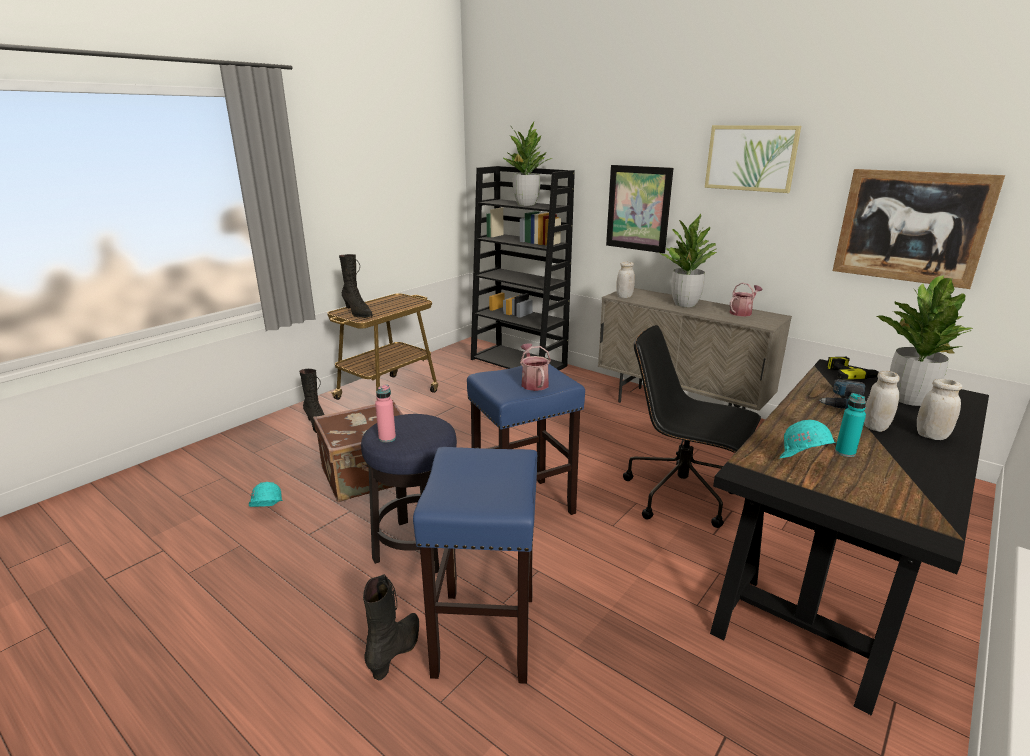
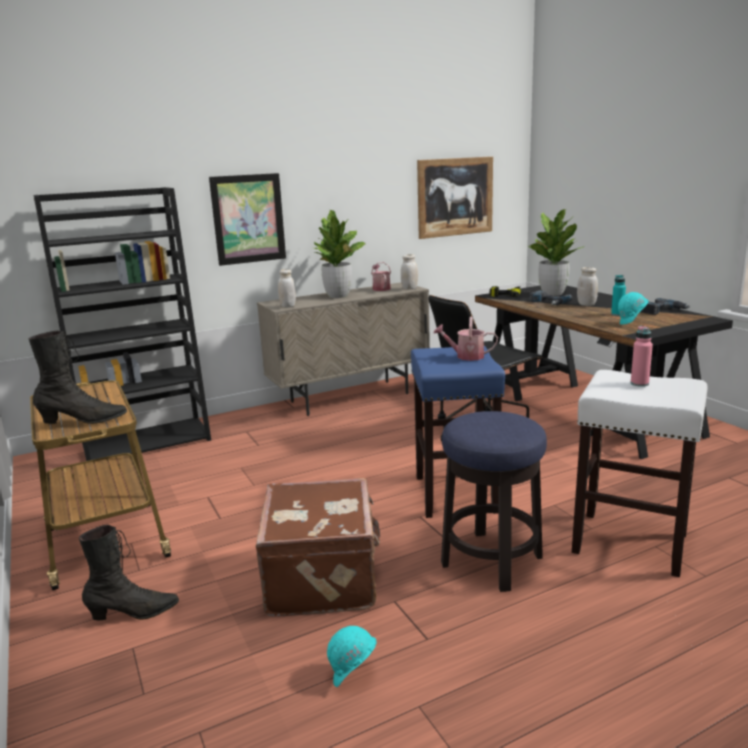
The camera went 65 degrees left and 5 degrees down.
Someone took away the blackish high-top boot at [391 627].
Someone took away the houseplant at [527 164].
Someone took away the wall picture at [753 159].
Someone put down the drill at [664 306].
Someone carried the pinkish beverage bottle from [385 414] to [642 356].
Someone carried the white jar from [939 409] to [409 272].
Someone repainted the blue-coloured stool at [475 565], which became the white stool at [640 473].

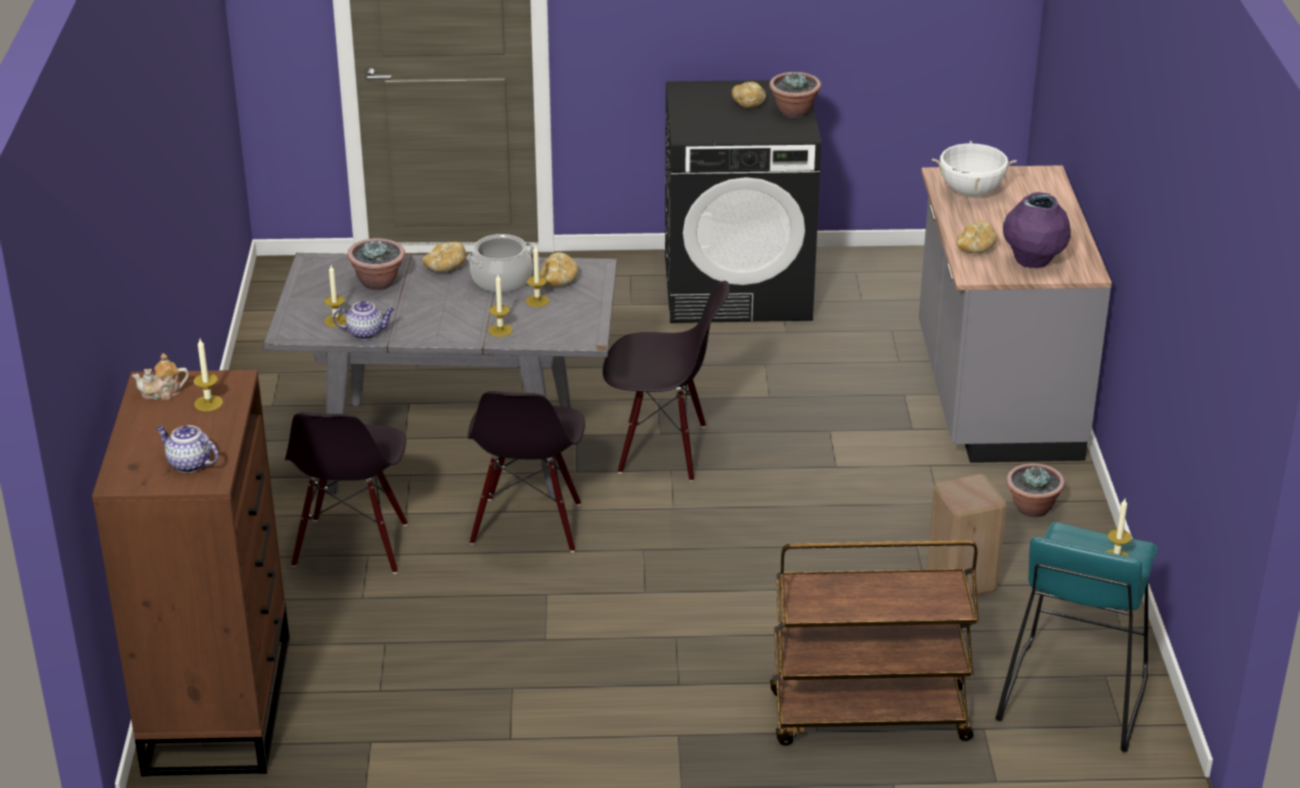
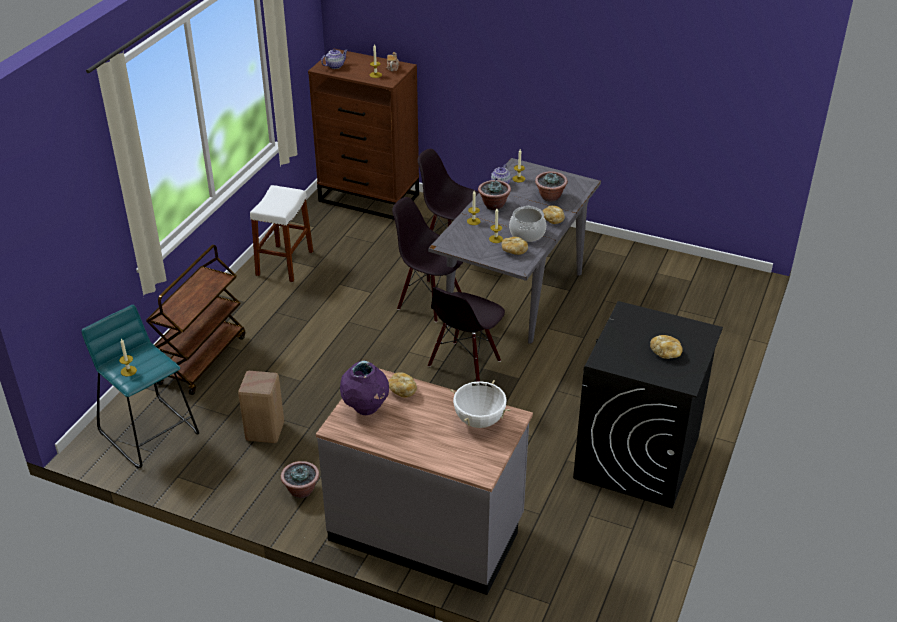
The camera went 115 degrees right and 5 degrees up.
Someone put down the white stool at [281 233].
Someone carried the houseplant from [795 95] to [494 195].

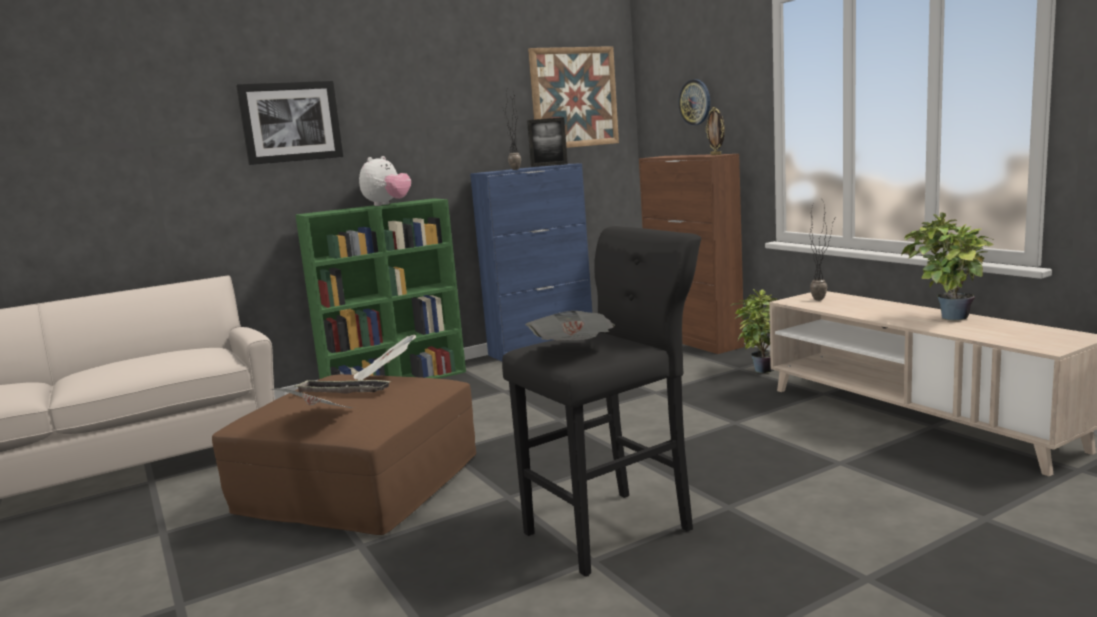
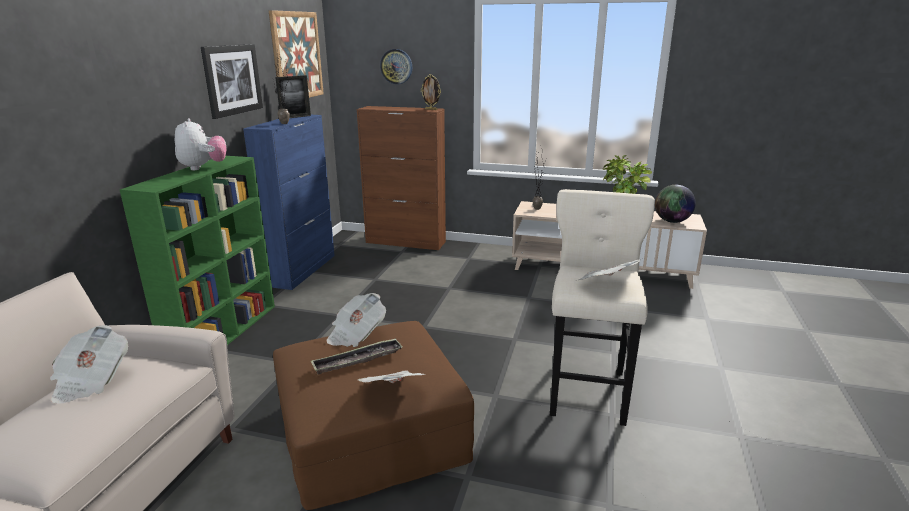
The camera went 45 degrees left and 10 degrees up.
Someone took away the houseplant at [754 331].
Someone put down the newspaper at [89 364].
Someone put down the globe at [675 204].
Someone carried the wall picture from [289 123] to [232 81].
Someone repainted the blackish stool at [601 401], which became the beige-coloured stool at [602 307].

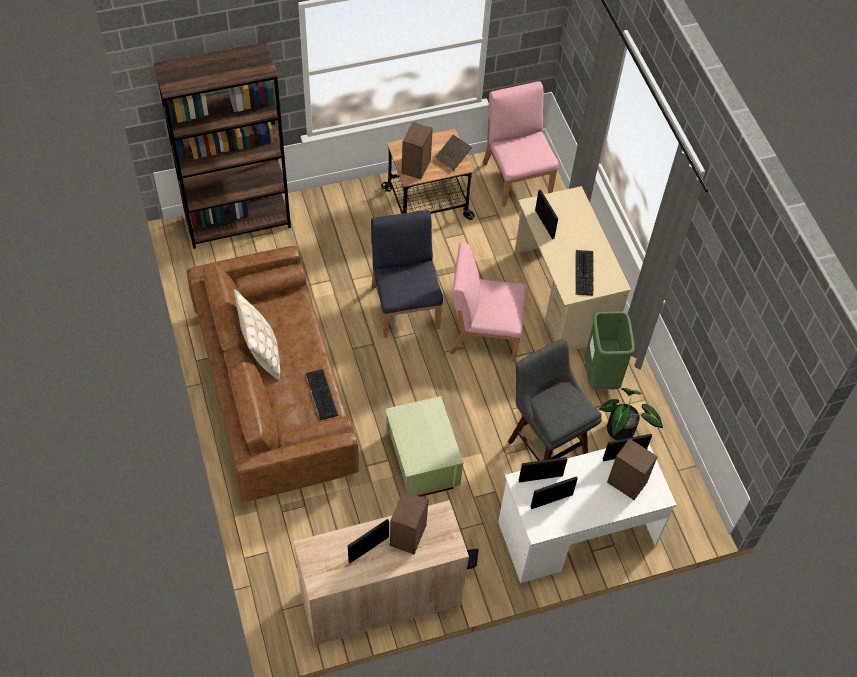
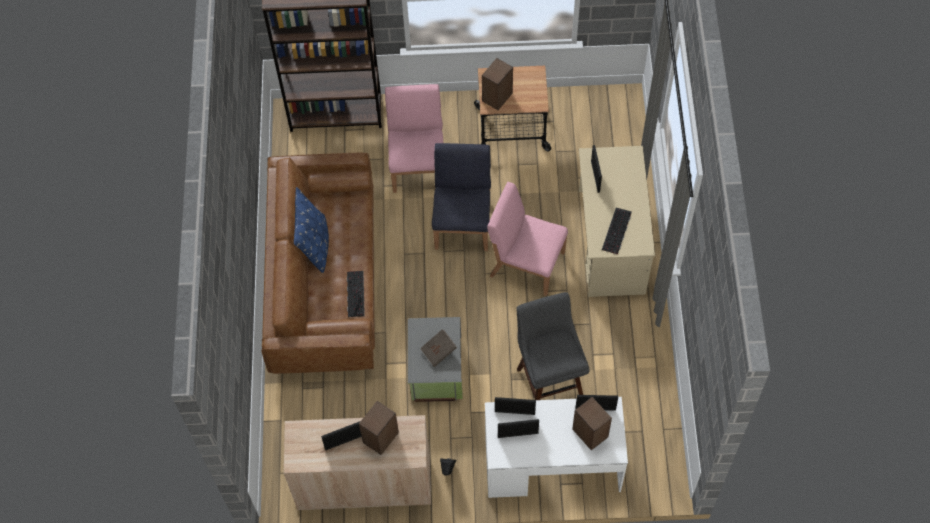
The camera went 20 degrees right and 5 degrees up.
Someone took away the green-coloured rubbish bin at [610 350].
Someone took away the houseplant at [631 414].
Someone carried the brownish book from [453 153] to [438 348].
Someone carried the pinkish upright chair from [520 144] to [414 138].
Someone repainted the beige-coloured cushion at [257 334], which became the blue-coloured cushion at [311 230].
Someone repainted the green-coloured storage container at [424 446], which became the greyish storage container at [435 359].

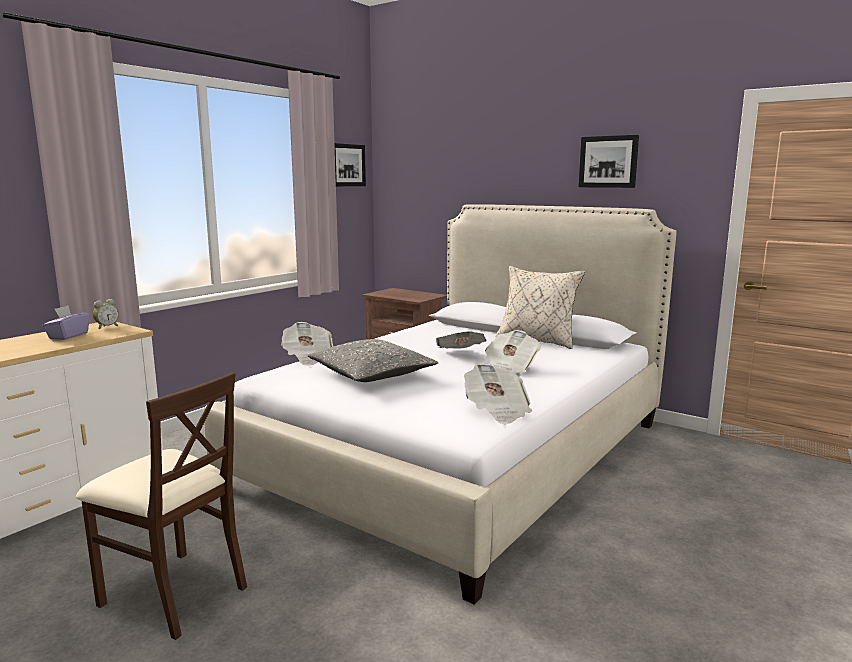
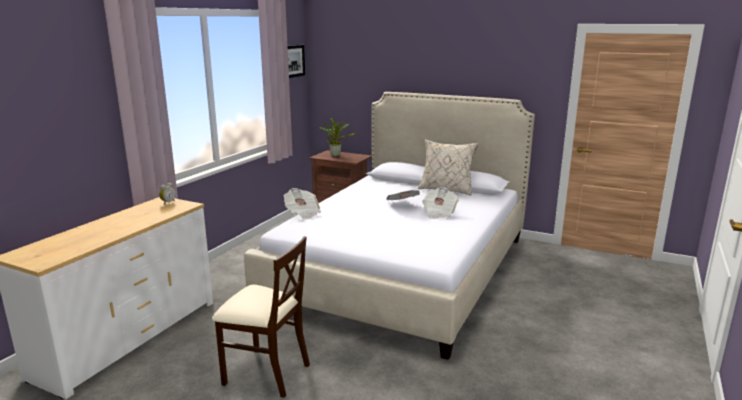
The camera went 10 degrees left and 5 degrees up.
Someone took away the purple-coloured tissue holder at [66 323].
Someone took away the greyish cushion at [373 360].
Someone took away the newspaper at [498 394].
Someone took away the wall picture at [608 161].
Someone put down the houseplant at [337 137].

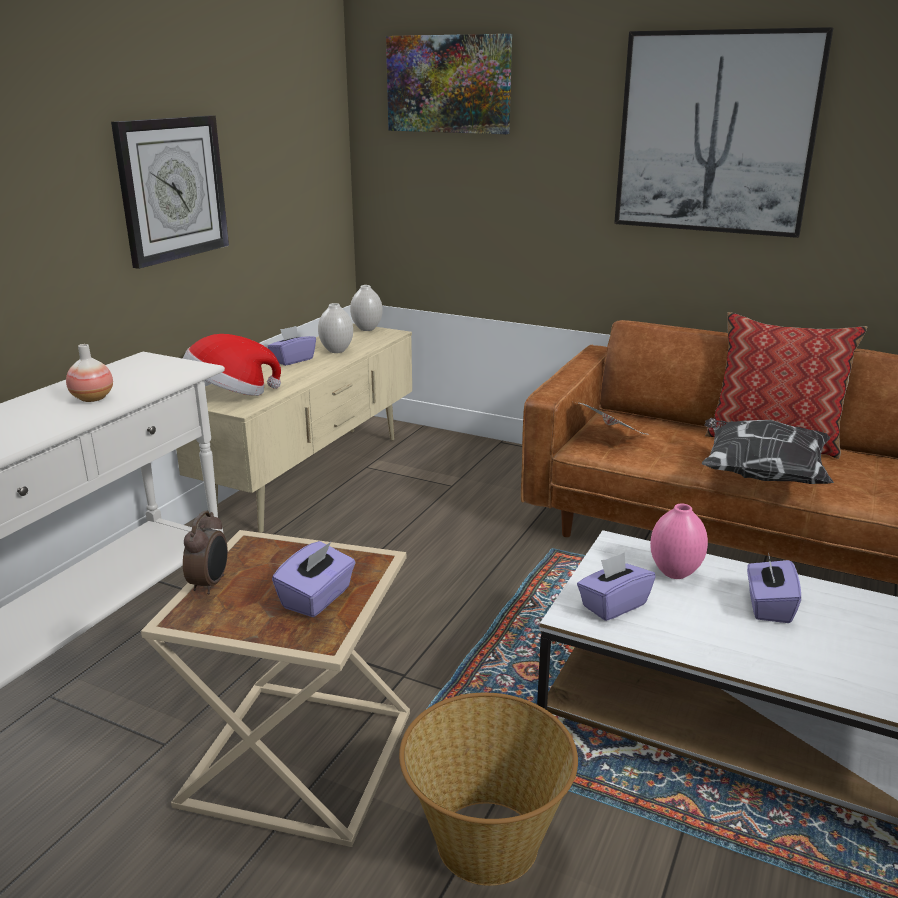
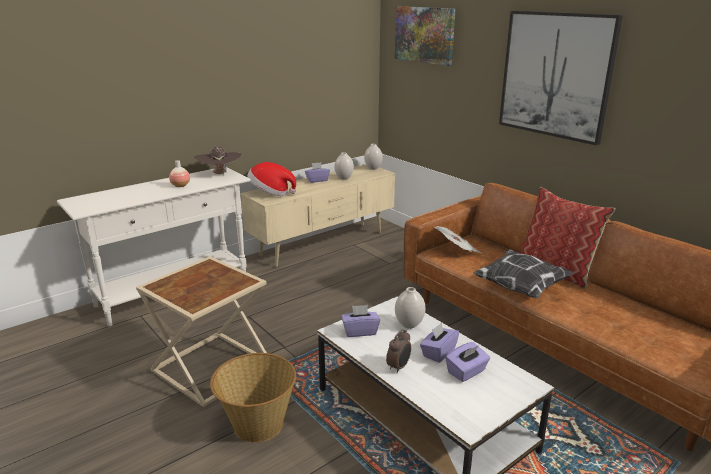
The camera went 25 degrees right and 0 degrees up.
Someone took away the wall clock at [170 192].
Someone put down the brownish clothing hat at [218 160].
Someone carried the alarm clock from [205 552] to [398 351].
Someone carried the purple-coloured tissue holder from [314 579] to [467 362].
Someone repainted the pinkish vase at [679 541], which became the white vase at [410 308].

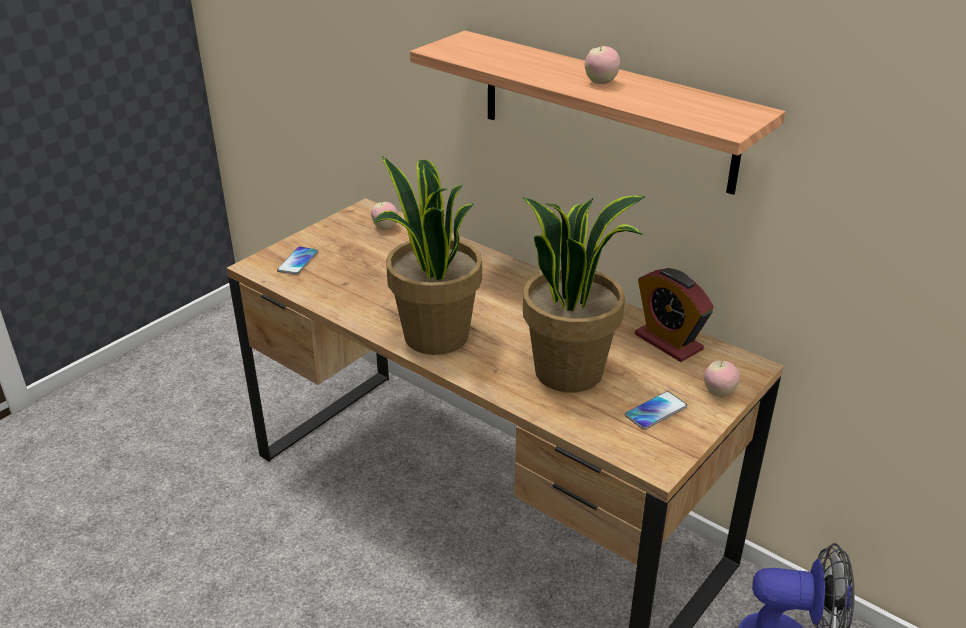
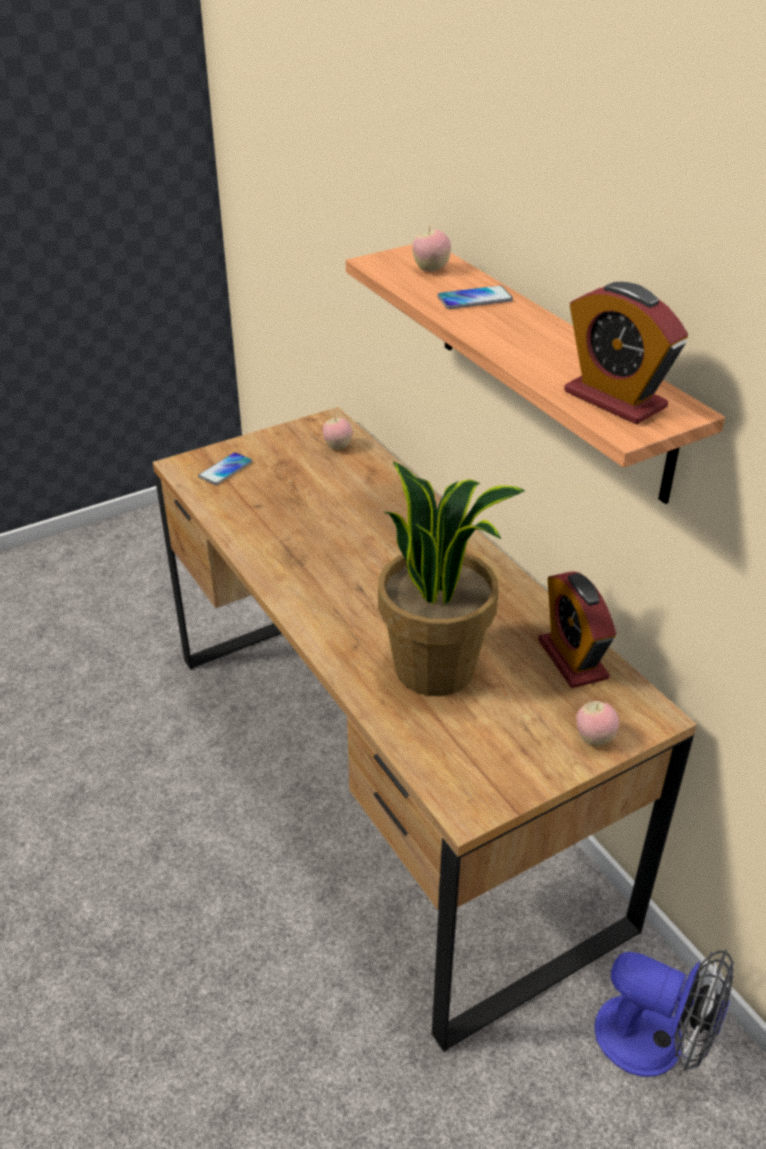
The camera went 20 degrees right and 5 degrees up.
Someone took away the houseplant at [427 255].
Someone put down the alarm clock at [626 353].
Someone carried the apple from [602 63] to [431 249].
Someone carried the phone from [656 410] to [475 297].

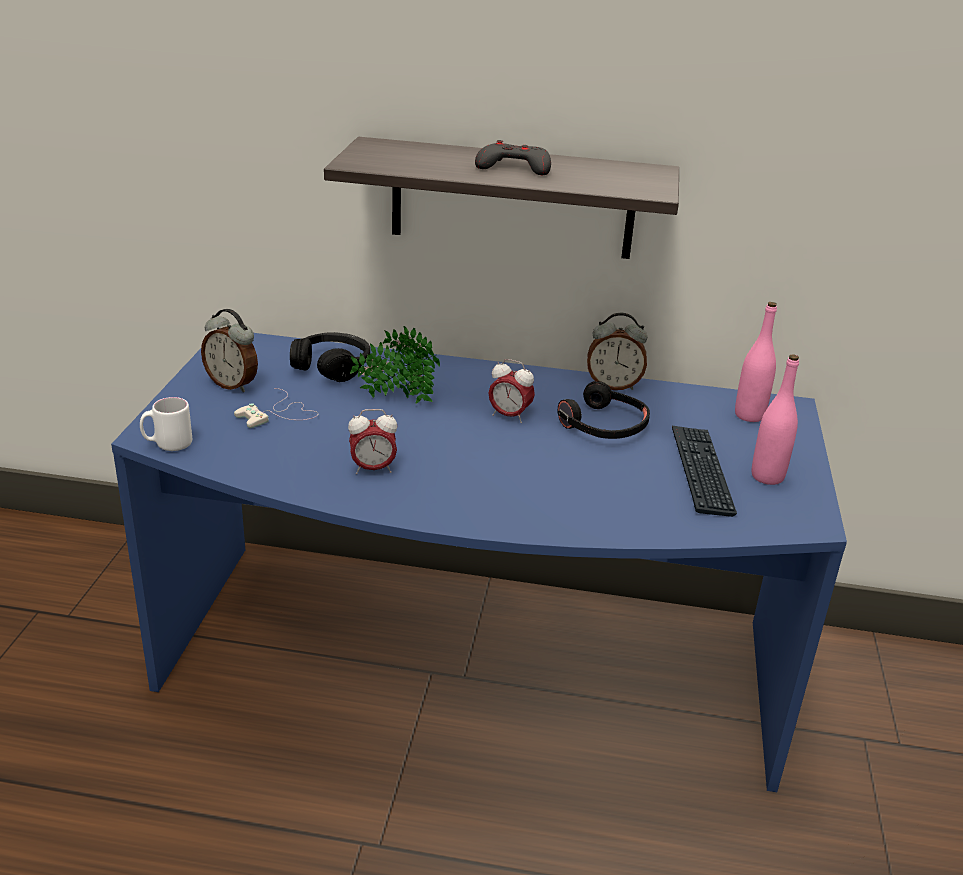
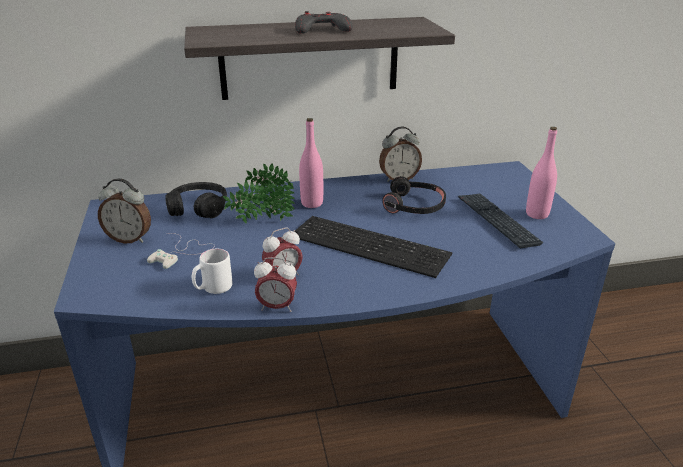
The camera went 20 degrees left and 0 degrees up.
Someone put down the computer keyboard at [373 247].
Someone carried the white coffee mug from [166 424] to [212 271].
Someone carried the alarm clock from [511 391] to [275 284].
Someone carried the pinkish beverage bottle from [756 362] to [311 163].

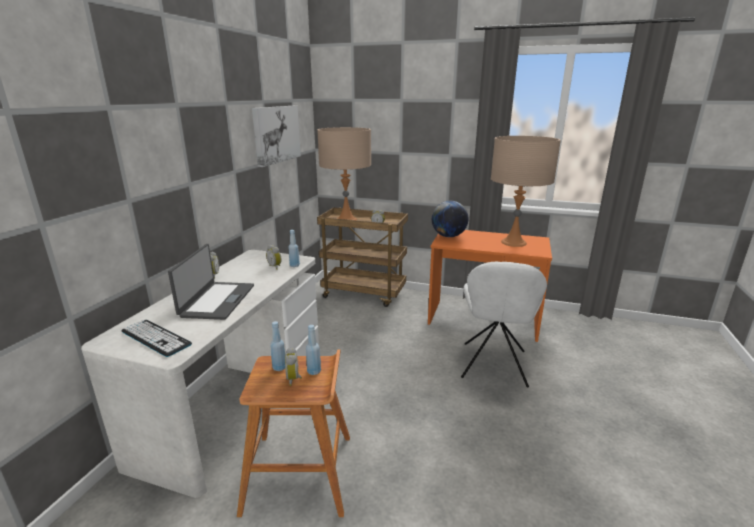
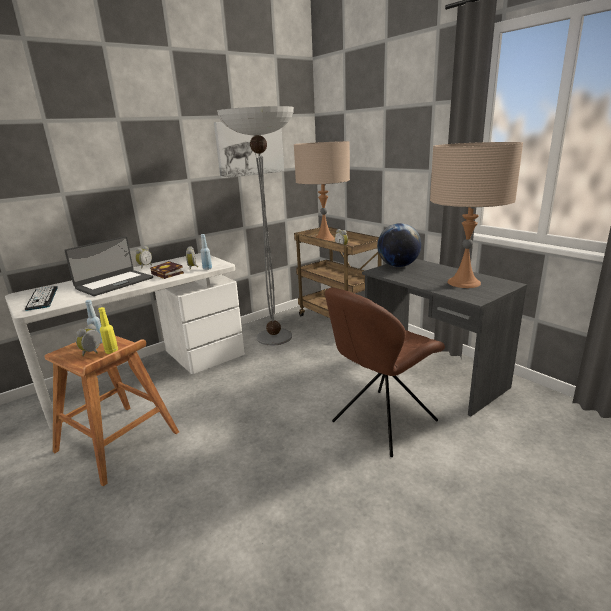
The camera went 35 degrees right and 0 degrees up.
Someone put down the book at [167 270].
Someone put down the standard lamp at [255 226].
Someone repainted the blue-coloured beverage bottle at [313 350], which became the yellowish beverage bottle at [108 330].
Someone repainted the orangey desk table at [490 286], which became the greyish desk table at [444 337].
Someone repainted the white upright chair at [504 325], which became the brownish upright chair at [385 372].

